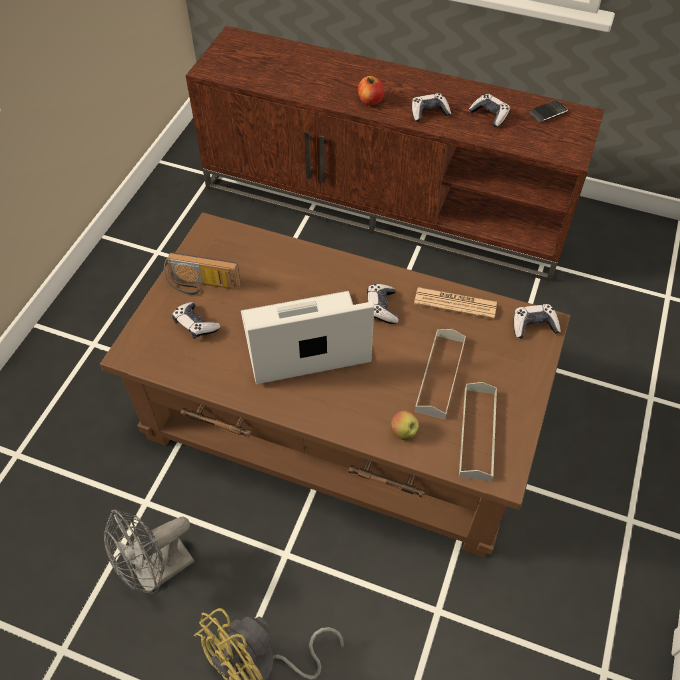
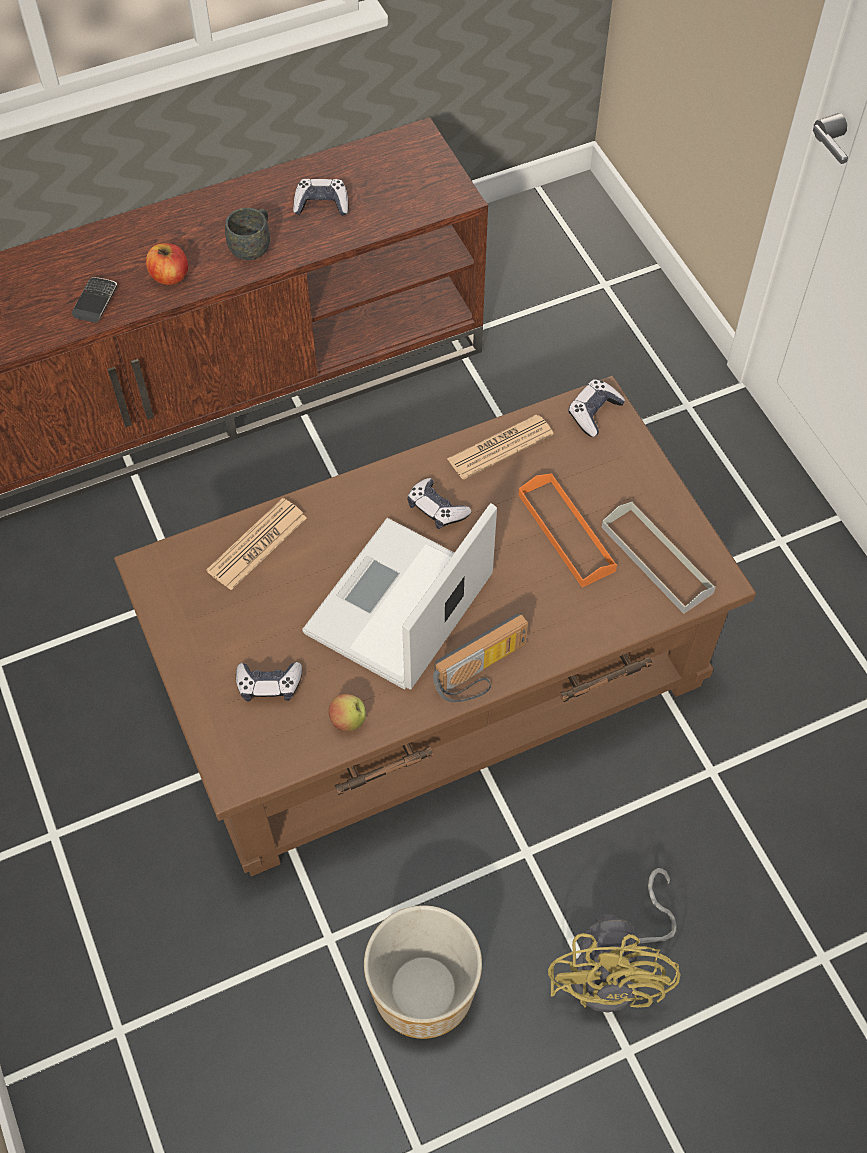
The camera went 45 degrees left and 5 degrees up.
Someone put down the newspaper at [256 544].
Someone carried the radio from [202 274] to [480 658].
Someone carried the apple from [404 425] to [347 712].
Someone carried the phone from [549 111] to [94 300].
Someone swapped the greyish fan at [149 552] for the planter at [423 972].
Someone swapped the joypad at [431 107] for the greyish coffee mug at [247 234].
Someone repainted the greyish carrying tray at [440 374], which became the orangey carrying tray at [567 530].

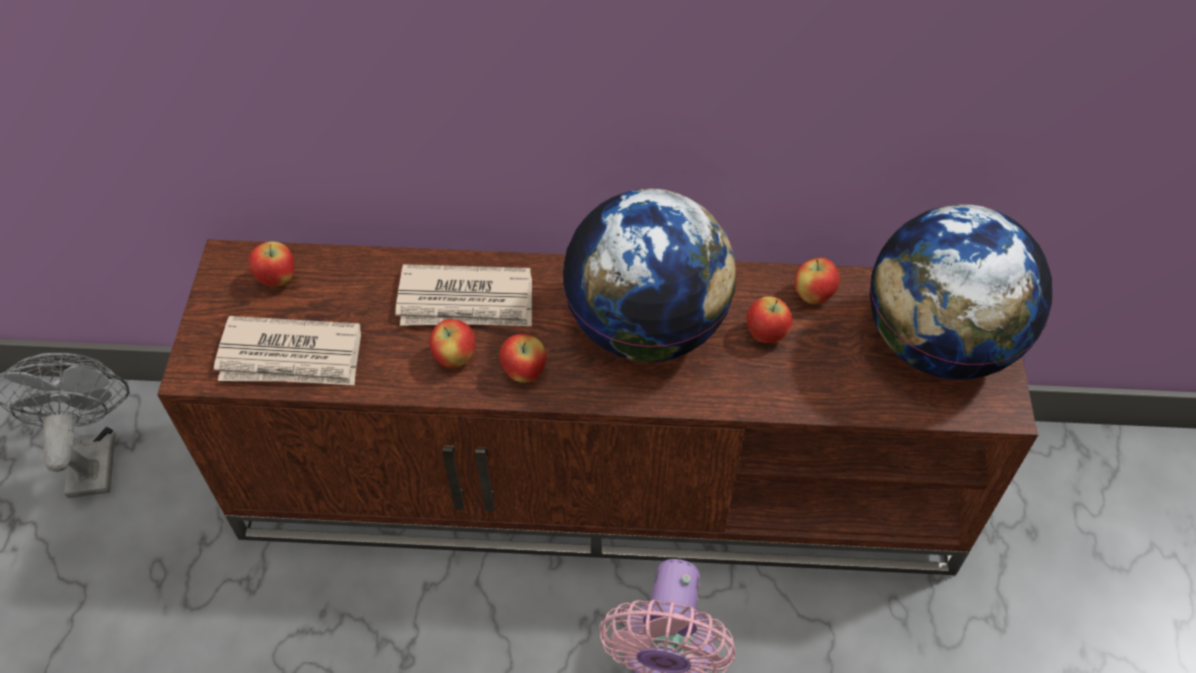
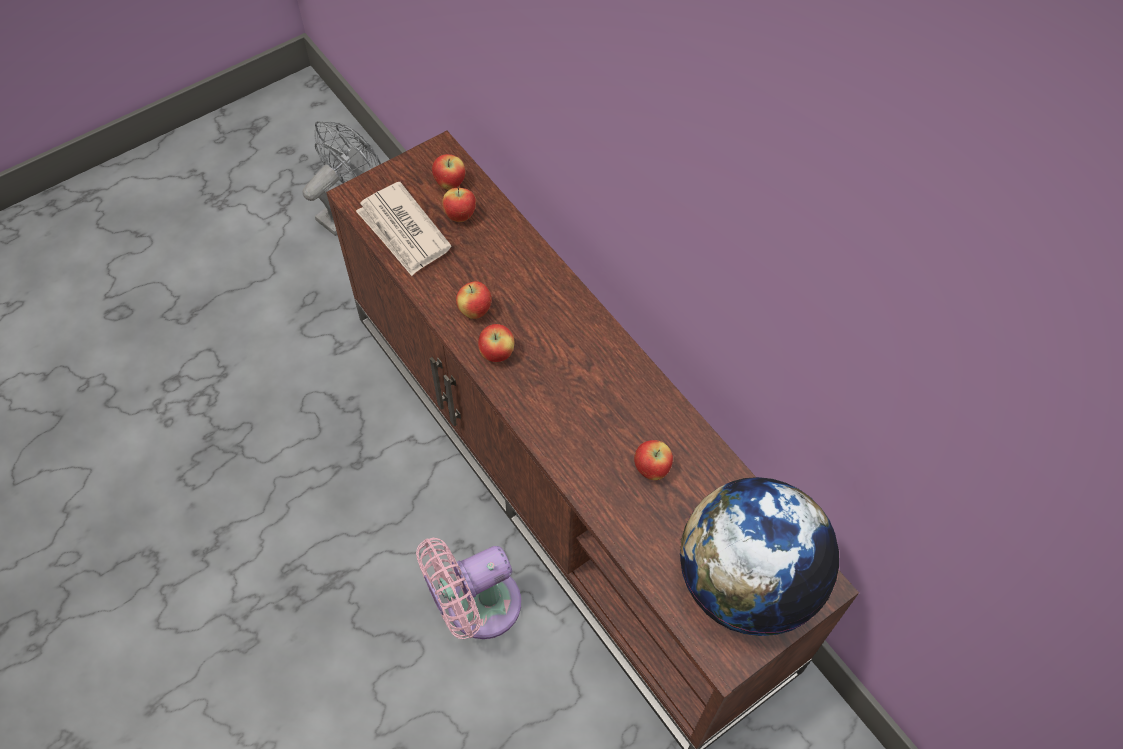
The camera went 50 degrees right and 5 degrees up.
Someone took away the newspaper at [463 295].
Someone took away the globe at [649 275].
Someone carried the apple from [817 281] to [459 204].

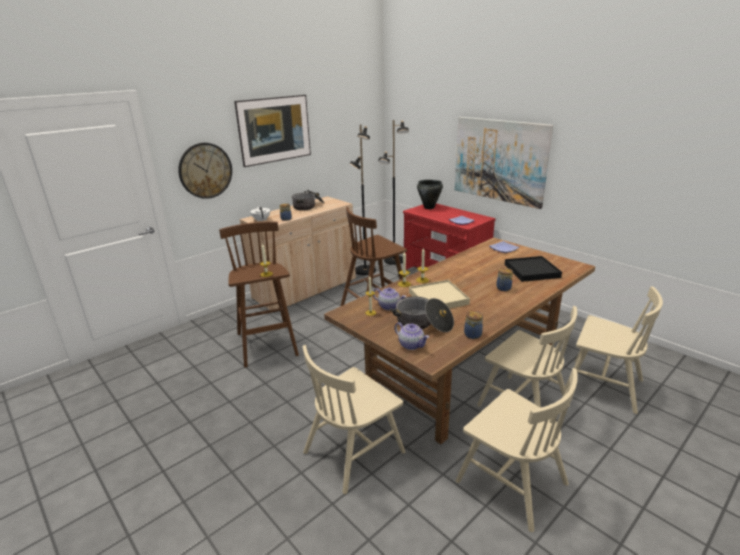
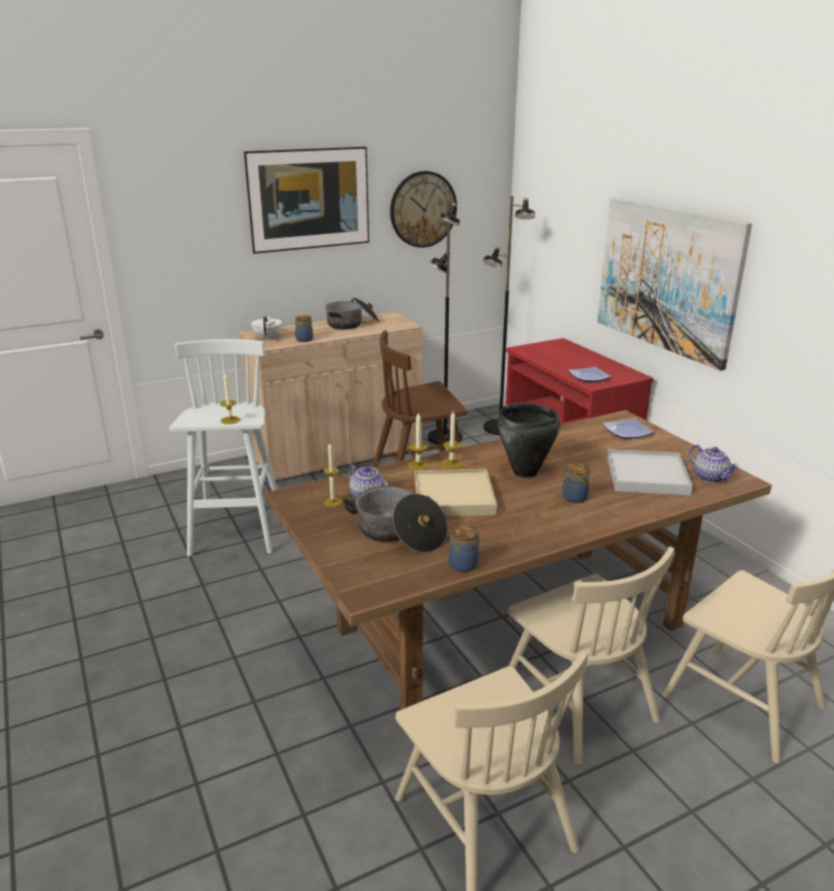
The camera went 15 degrees right and 0 degrees up.
Someone took away the beige-coloured upright chair at [354 419].
Someone carried the wall clock from [205 171] to [423 209].
Someone carried the pot for tea from [412 336] to [714 464].
Someone carried the blackish cooking pot from [430 194] to [529 440].
Someone repainted the brownish stool at [259 294], which became the white stool at [223 448].
Someone repainted the blackish carrying tray at [533 269], which became the white carrying tray at [650 472].

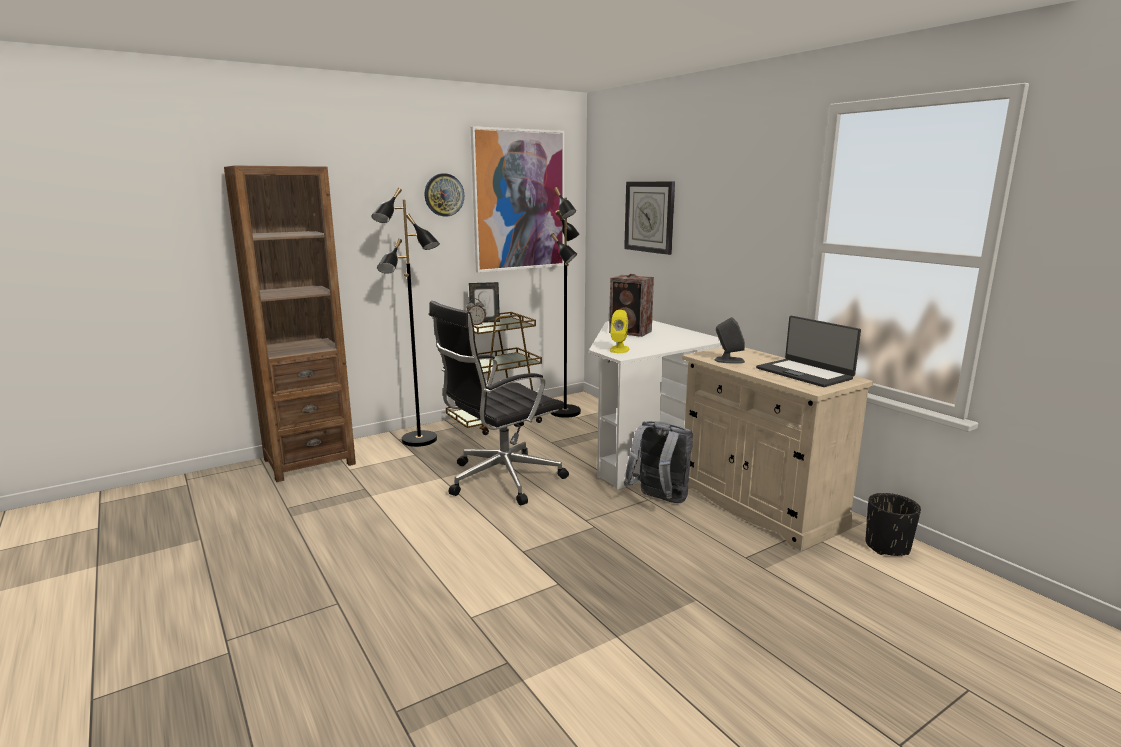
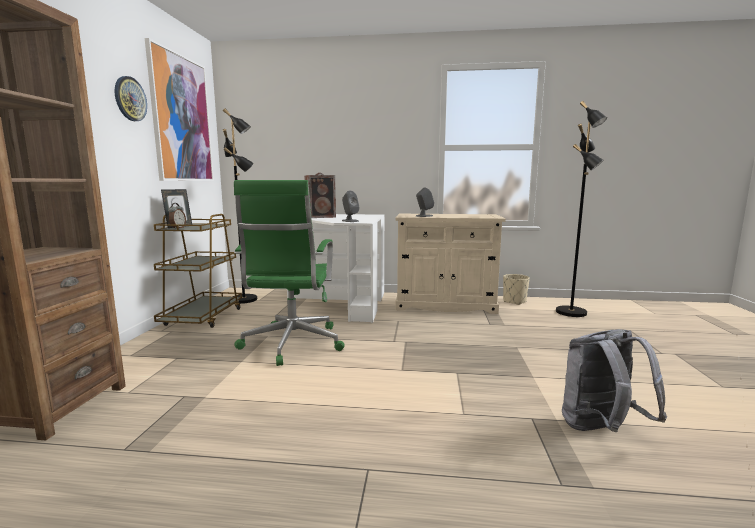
The camera went 50 degrees left and 5 degrees down.
Someone took away the wall clock at [649 218].
Someone took away the portable computer at [808 351].
Someone carried the blackish standard lamp from [405 317] to [581 209].
Someone carried the greyish rucksack from [658 462] to [614 380].
Someone repainted the blackish computer chair at [499 403], which became the green-coloured computer chair at [289 273].
Someone repainted the yellowish speaker at [619 331], which became the greyish speaker at [350 206].
Someone repainted the blackish planter at [893 524], which became the beige-coloured planter at [516 289].

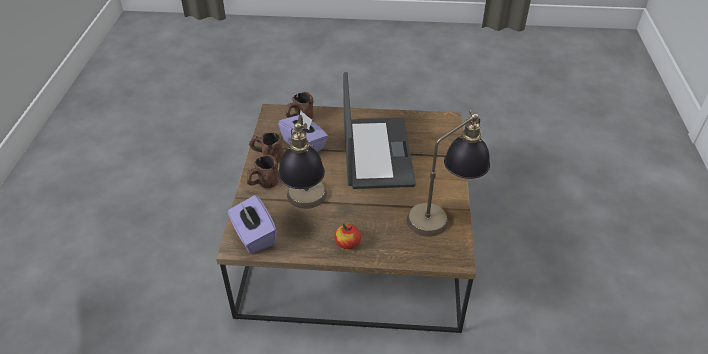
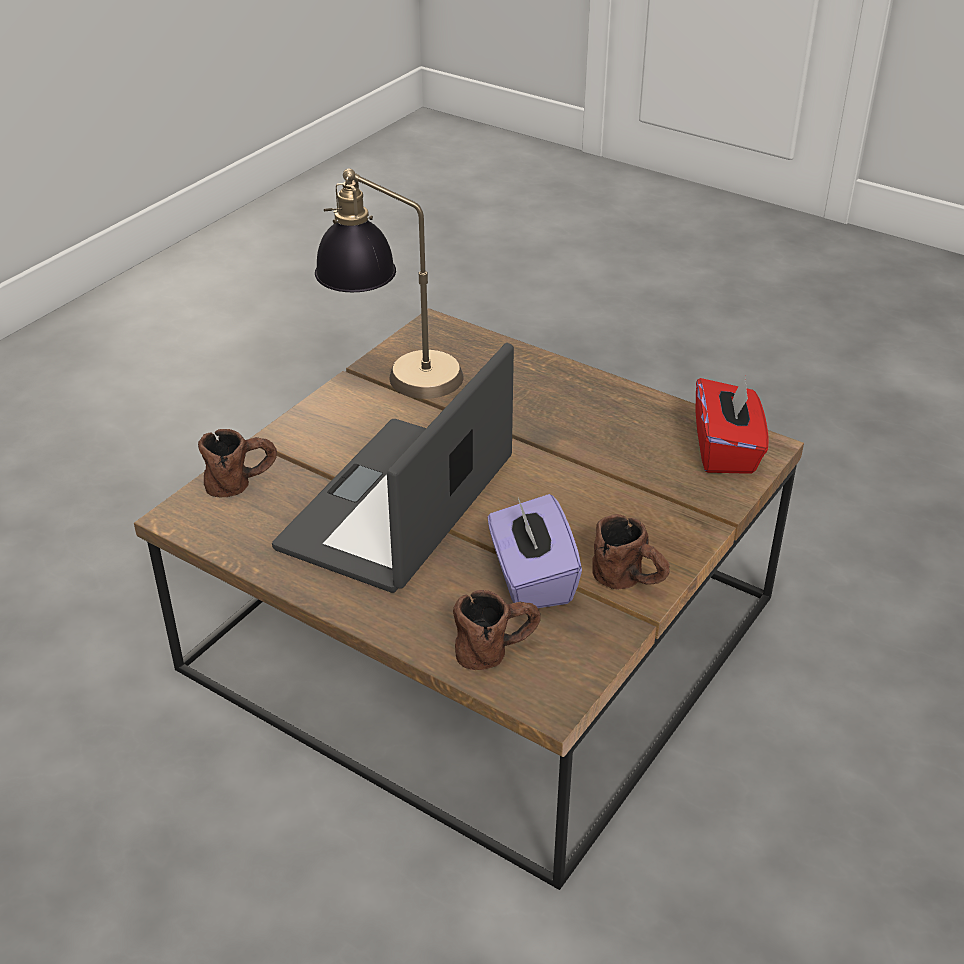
The camera went 150 degrees left and 5 degrees down.
Someone took away the lamp for a table at [302 162].
Someone took away the apple at [347 236].
Someone carried the brownish coffee mug from [262 171] to [237 463].
Someone repainted the purple-coloured tissue holder at [252 224], which became the reddish tissue holder at [732 424].

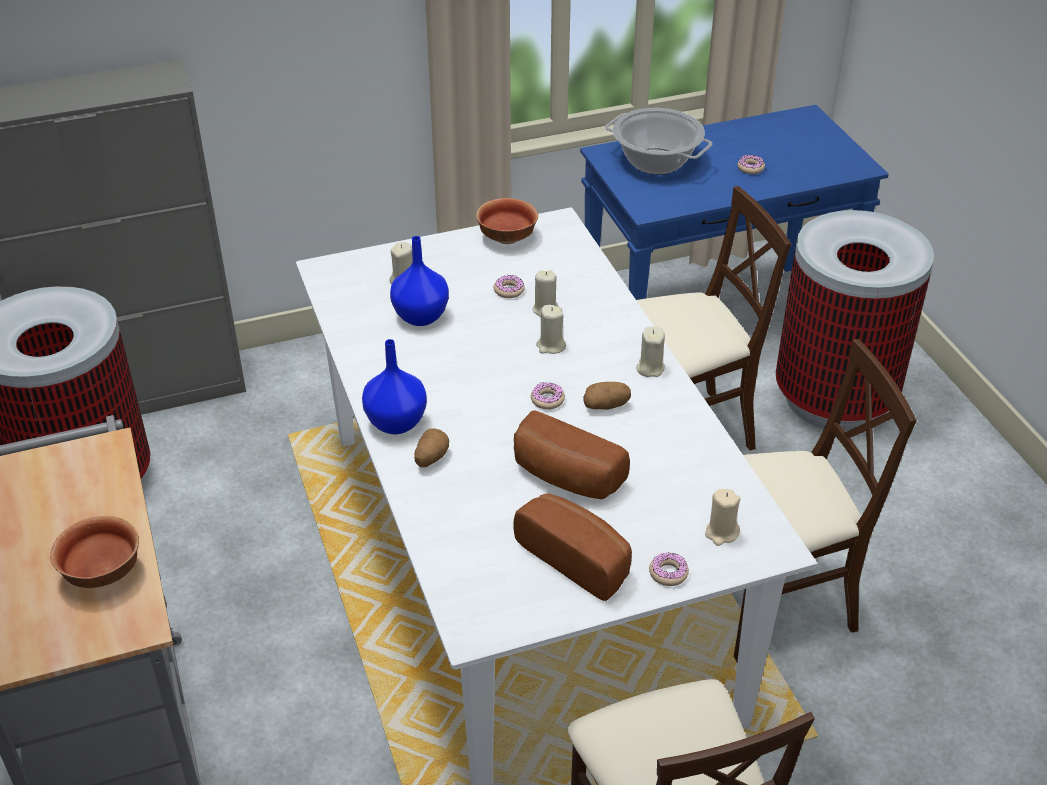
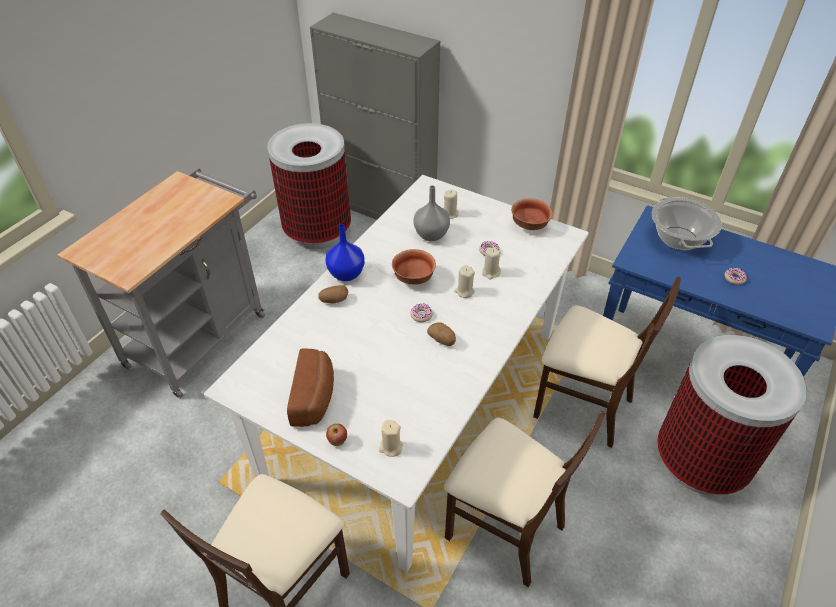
The camera went 50 degrees right and 5 degrees up.
Someone took away the baked bread at [572 455].
Someone took away the beige-coloured wax light at [650 351].
Someone carried the bowl from [94 552] to [414 267].
Someone swapped the doughnut at [669 569] for the apple at [336 435].
Someone repainted the blue-coloured vase at [419 281], which became the greyish vase at [432 213].

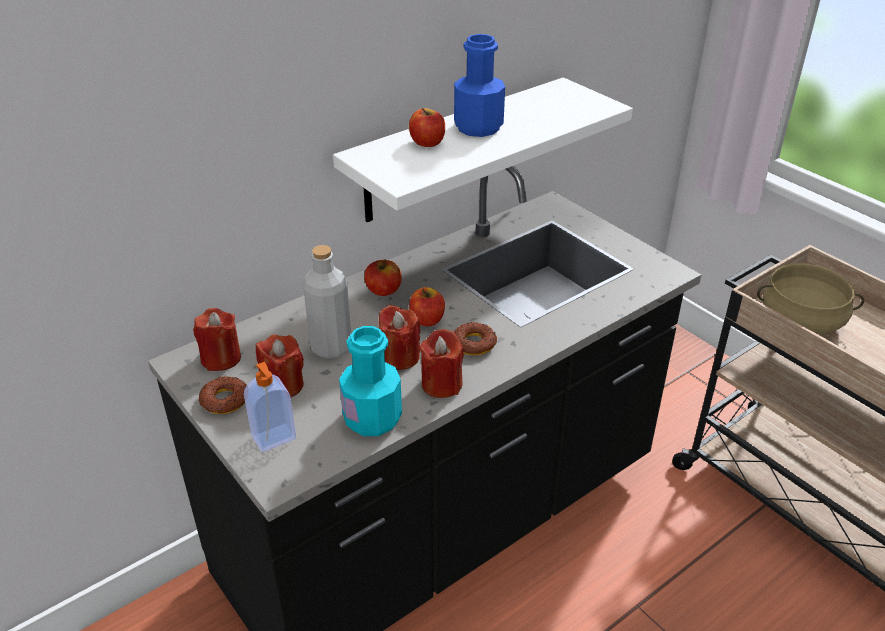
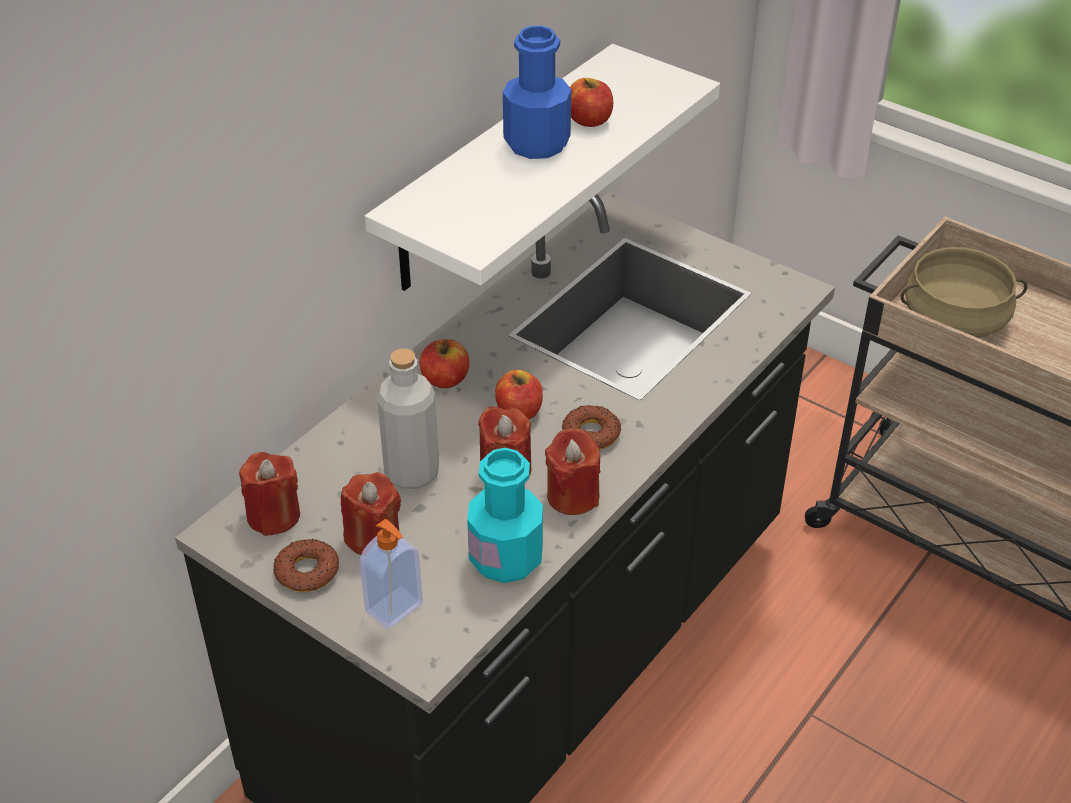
The camera went 15 degrees left and 5 degrees up.
Someone carried the apple from [427 127] to [591 102].

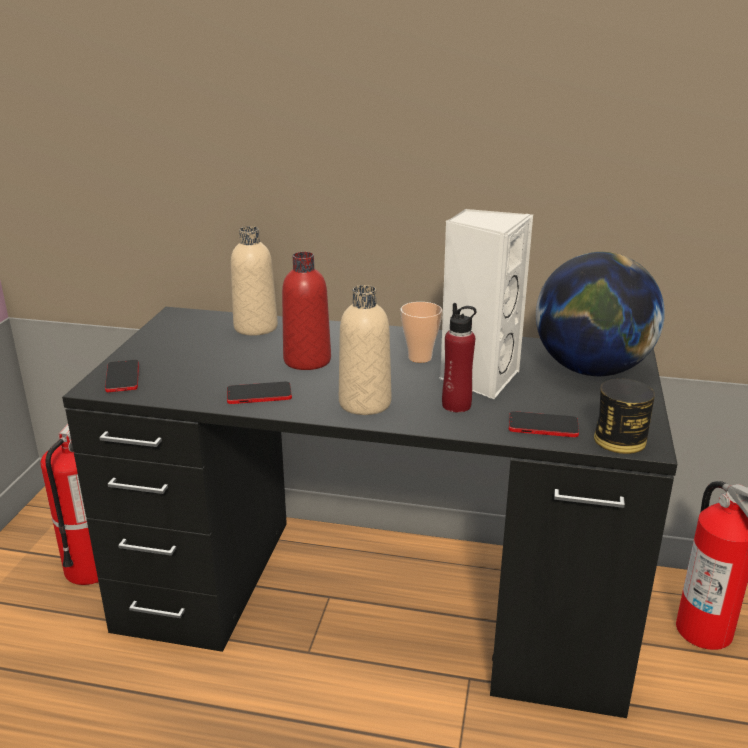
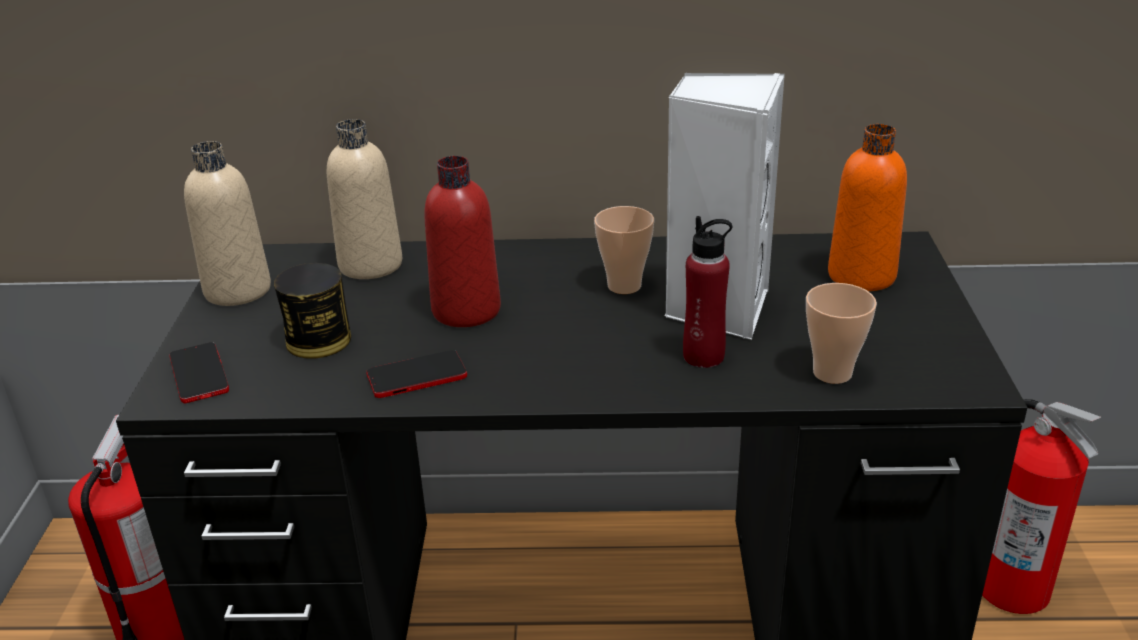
The camera went 10 degrees left and 5 degrees up.
Someone carried the beige-coloured beverage bottle from [365 350] to [227 223].
Someone carried the metal can from [624 416] to [312 311].
Someone swapped the phone at [544 424] for the drinking cup at [841 333].
Someone swapped the globe at [600 314] for the orangey beverage bottle at [867 207].

